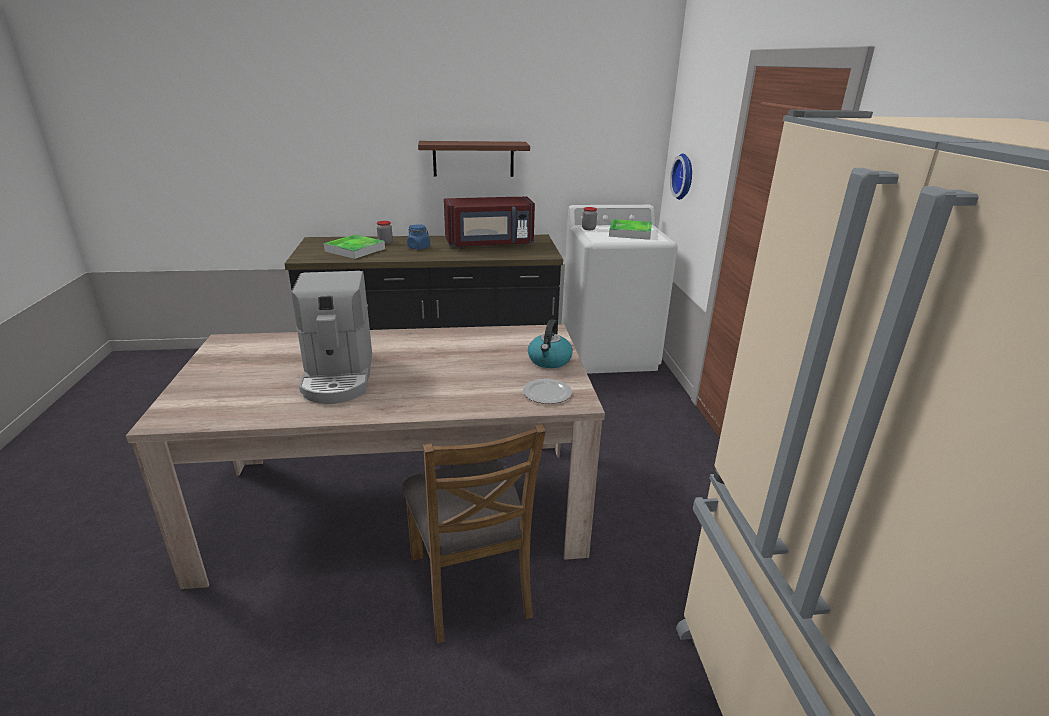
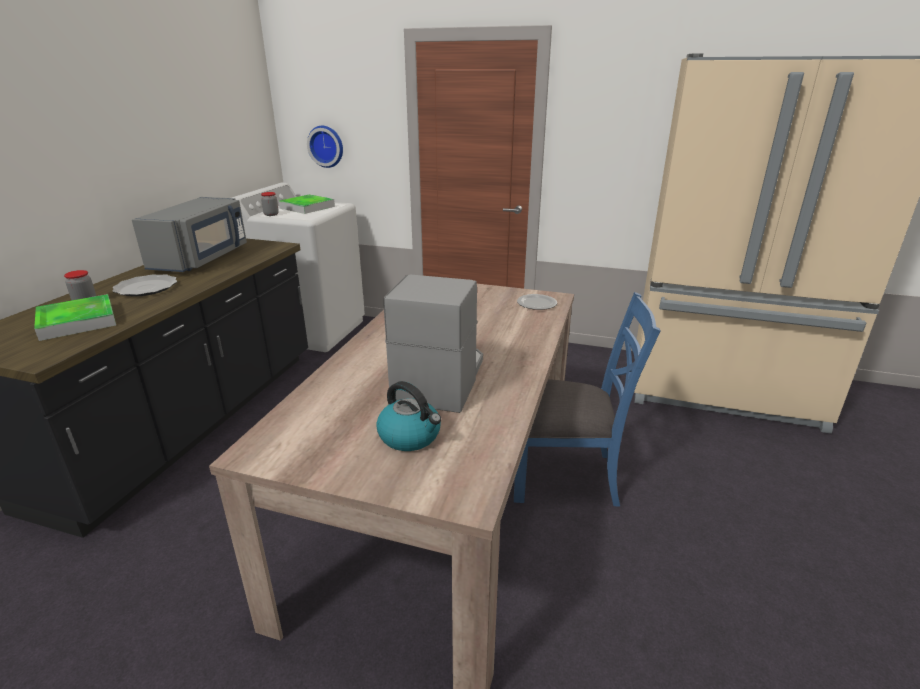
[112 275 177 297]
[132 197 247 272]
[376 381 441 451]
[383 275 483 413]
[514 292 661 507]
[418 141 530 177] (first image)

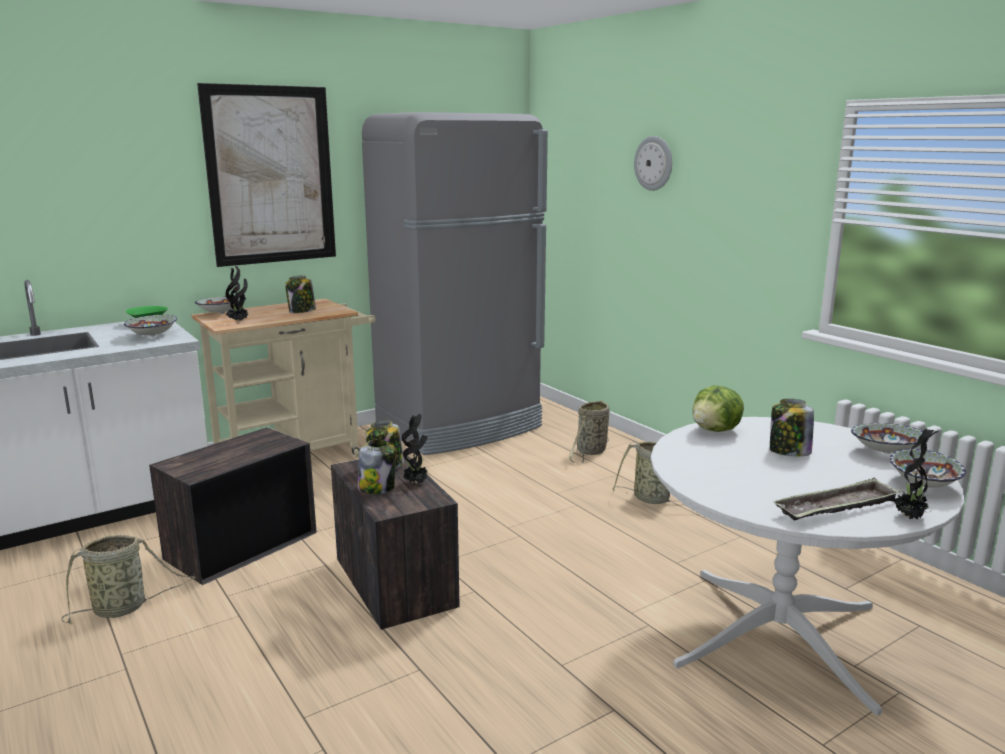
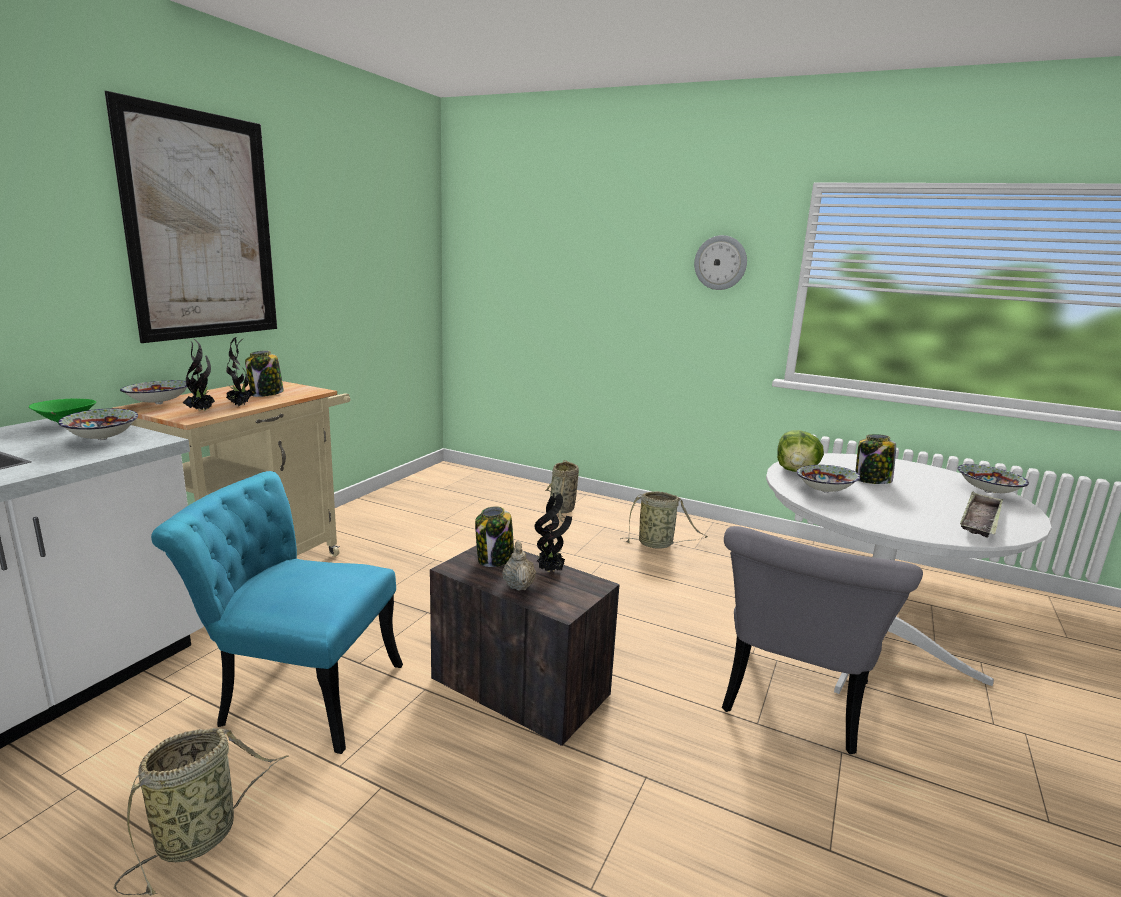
[151 471 403 754]
[226 337 254 406]
[502 541 536 591]
[694 235 747 290]
[722 526 923 754]
[797 465 860 493]
[362 112 548 455] (first image)

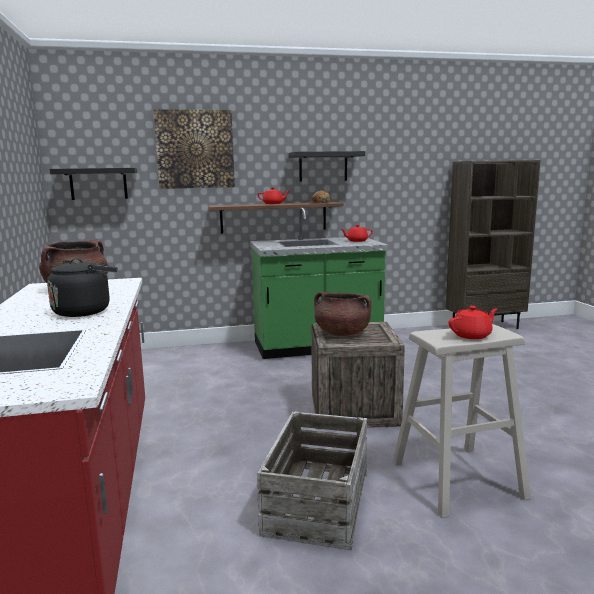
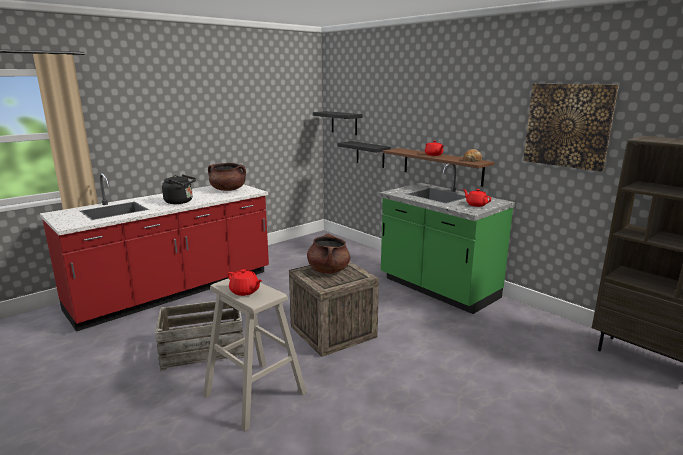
[337 141 391 168]
[523 84 619 172]

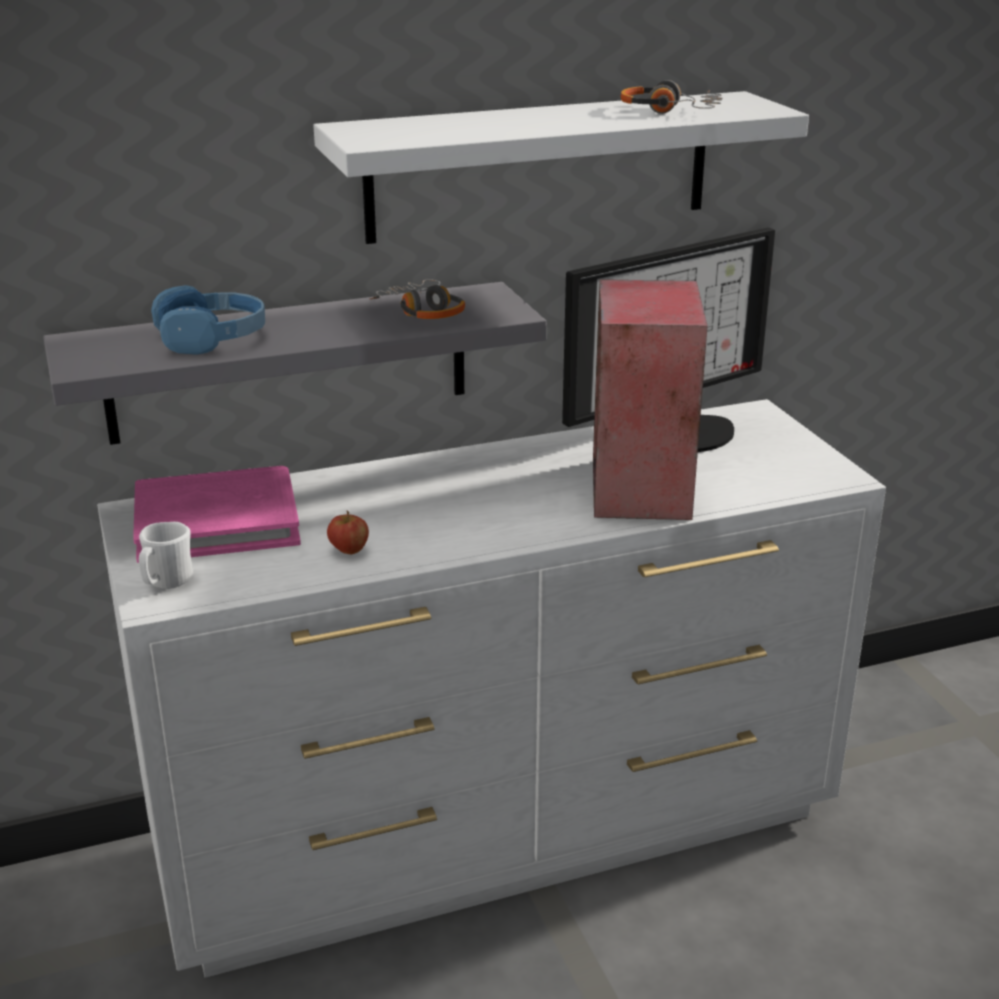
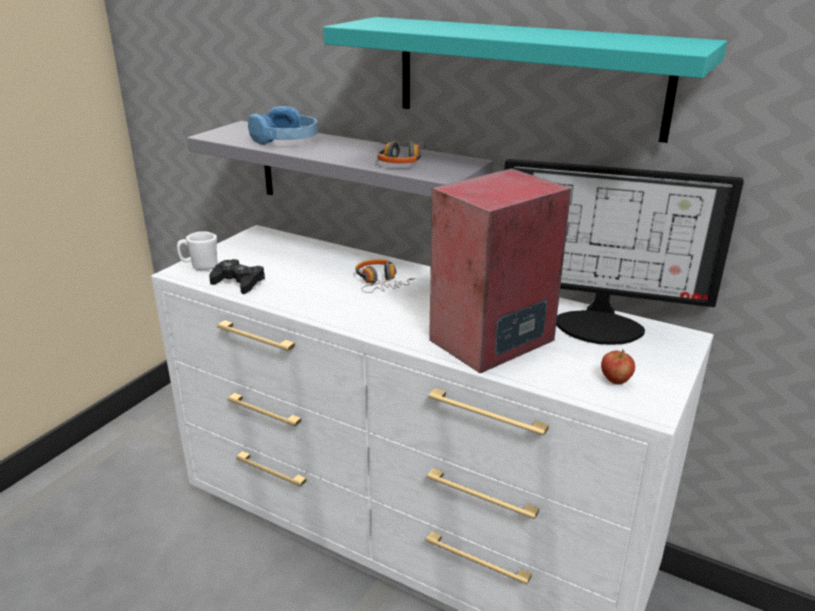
[209 259 265 294]
[323 17 727 143]
[355 259 415 293]
[601 349 635 384]
[133 466 301 563] (first image)

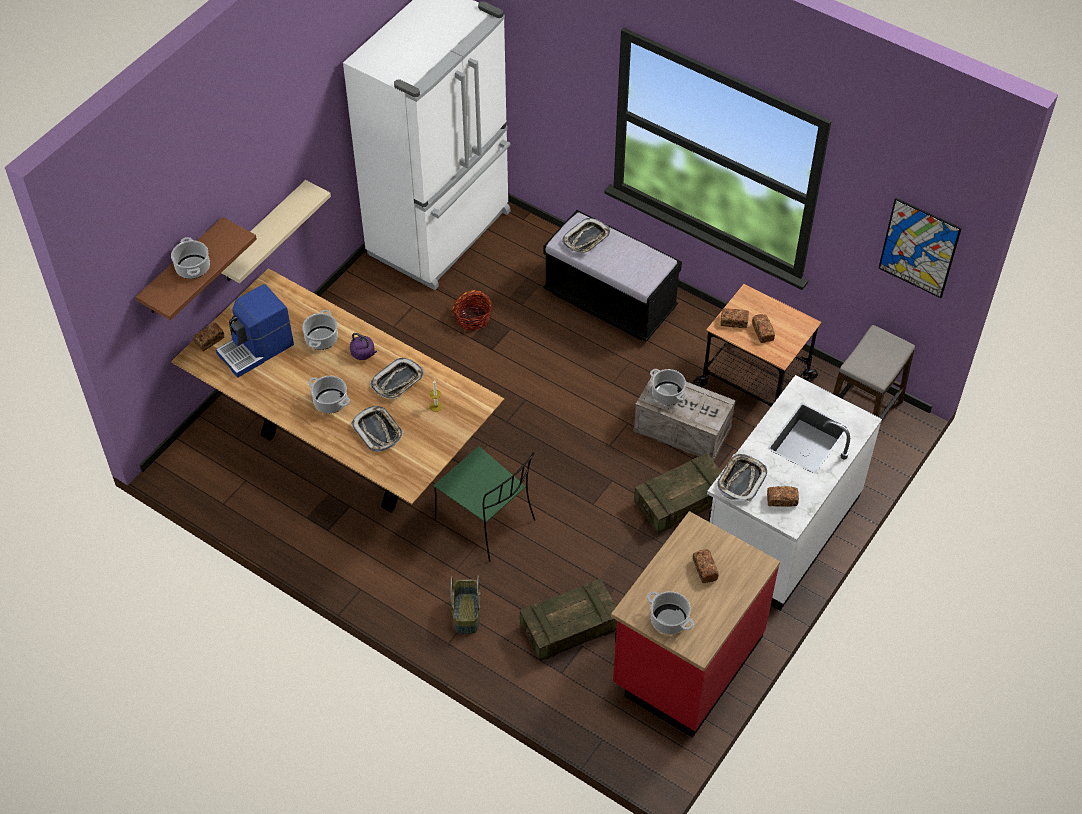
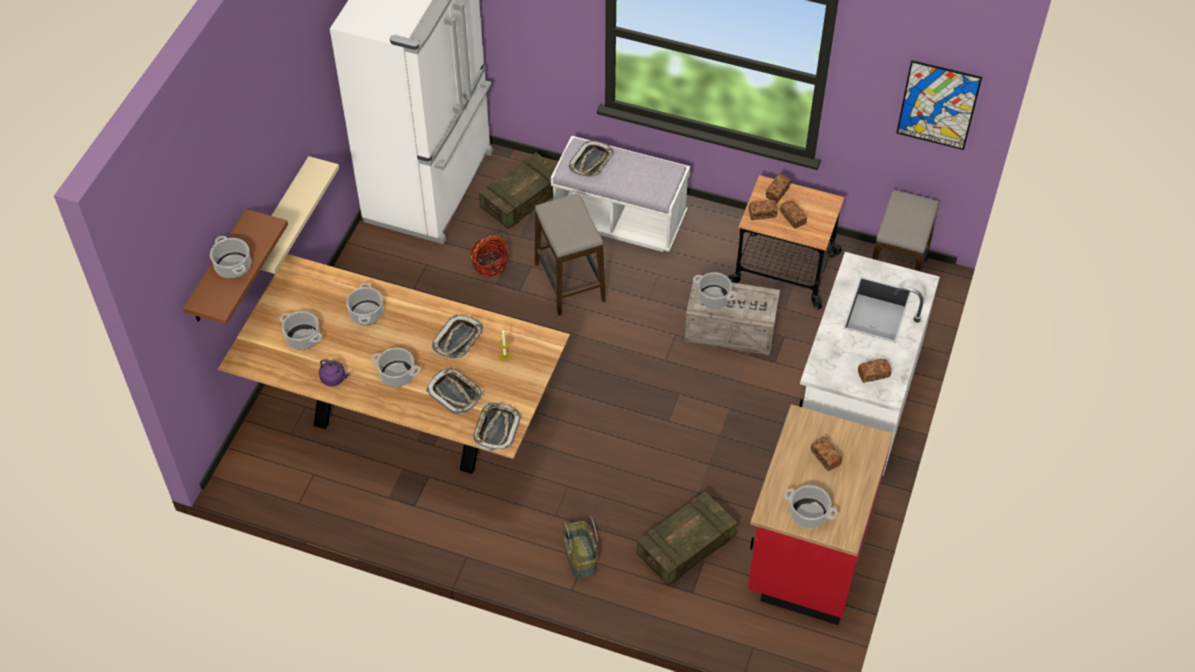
[280 311 322 350]
[319 359 350 387]
[473 402 520 451]
[479 152 555 229]
[535 194 606 315]
[551 136 690 252]
[766 174 791 203]
[434 446 535 562] (first image)

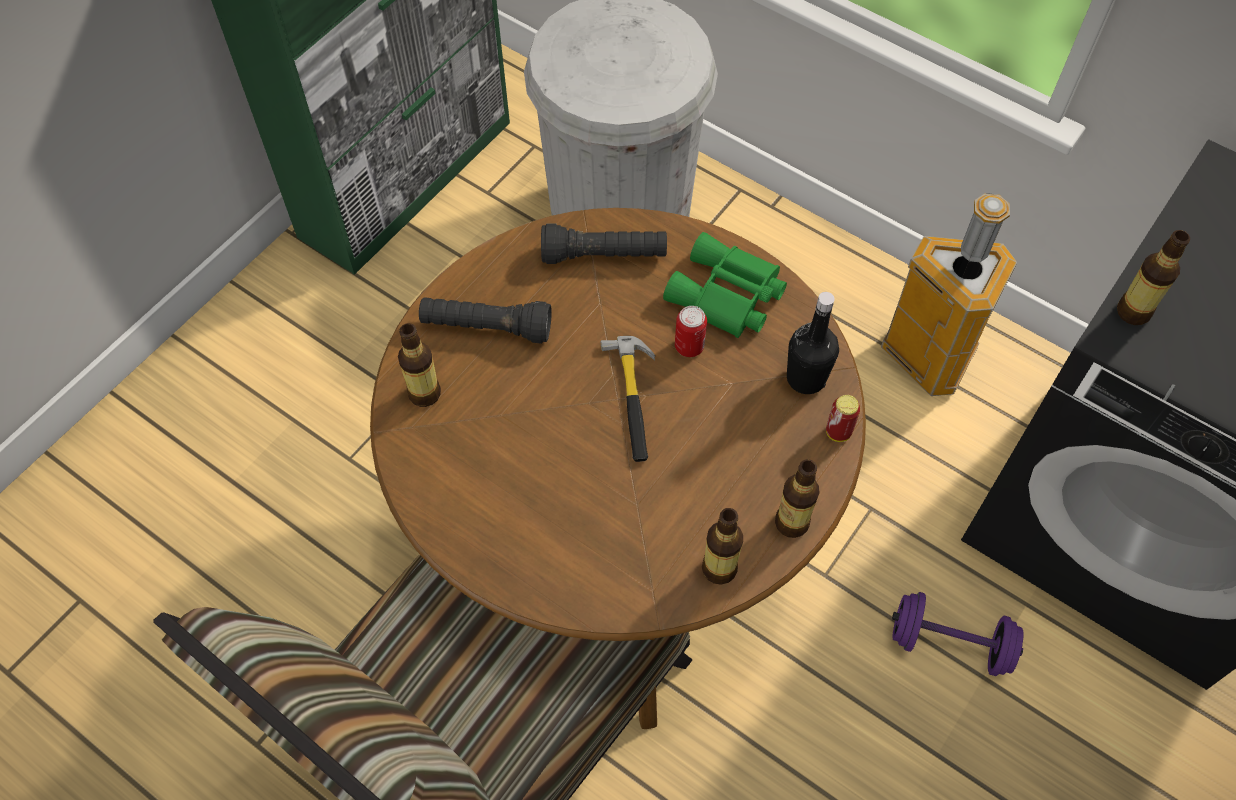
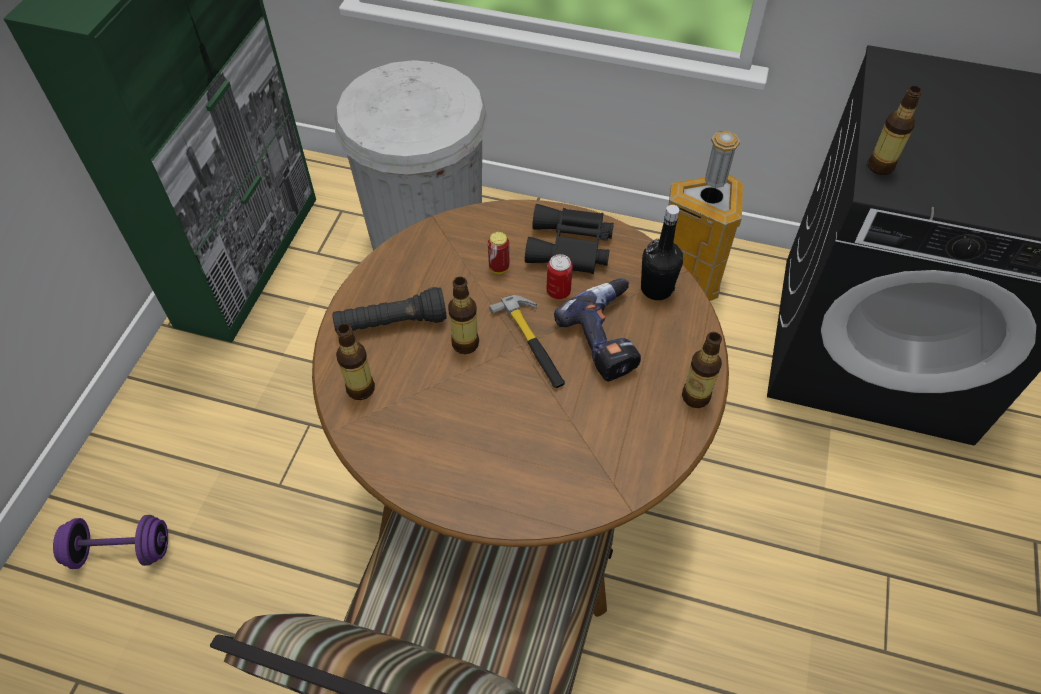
[53 515 168 569]
[448 277 479 354]
[488 232 509 274]
[525 204 614 274]
[554 278 641 382]
[541 223 667 264] (first image)

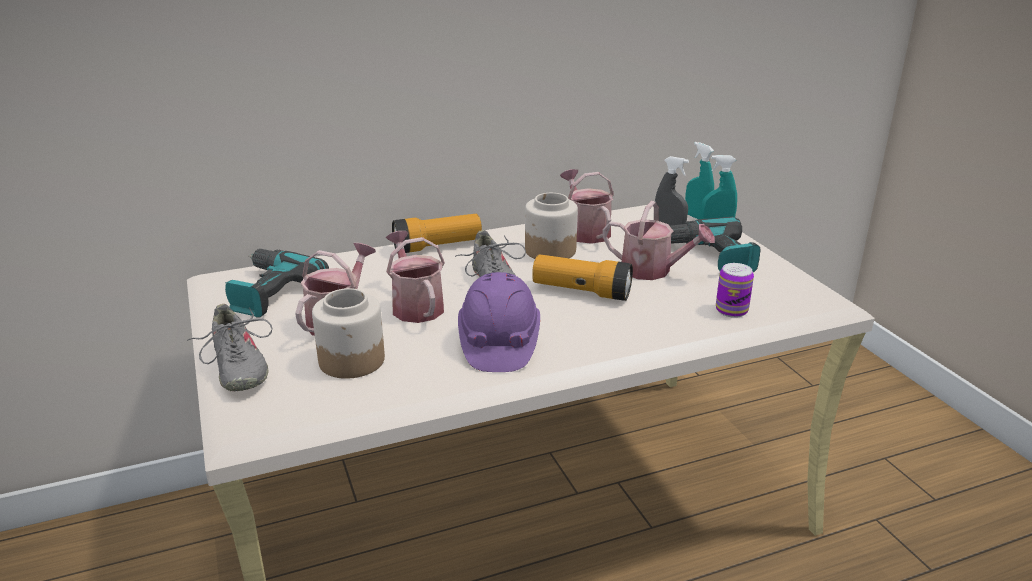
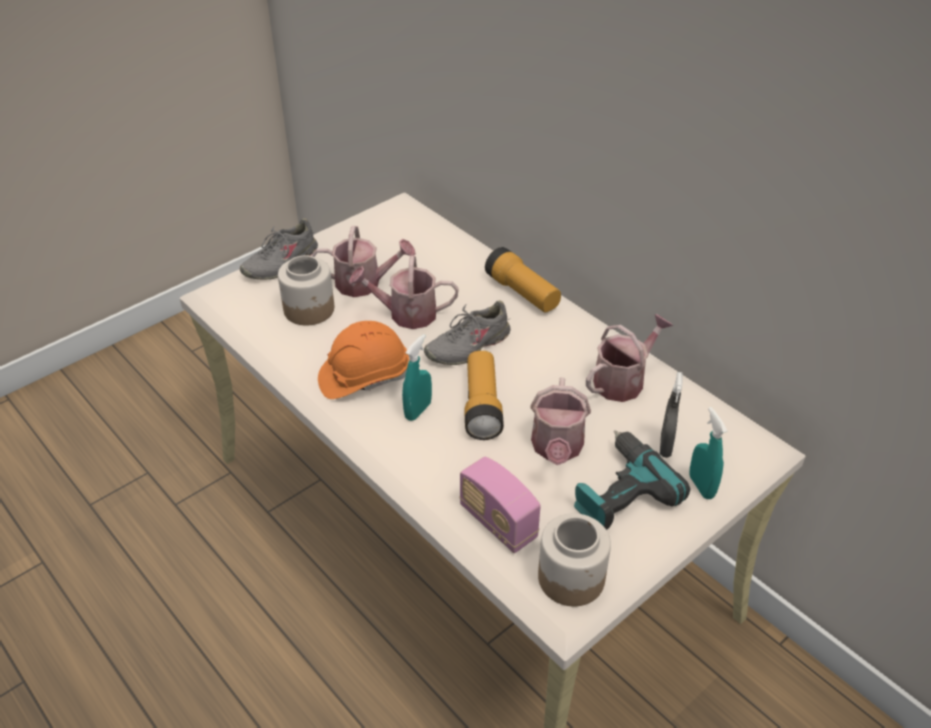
[318 321 409 399]
[349 256 459 329]
[402 334 432 421]
[459 457 541 553]
[538 513 611 606]
[225 249 329 318] (first image)

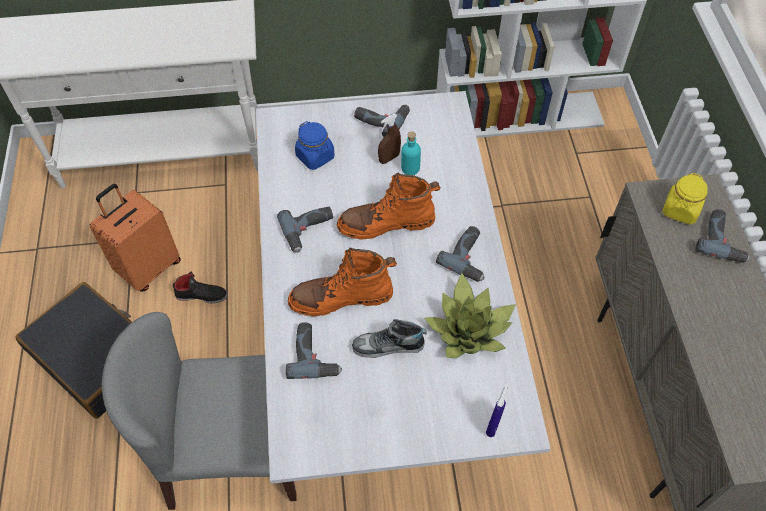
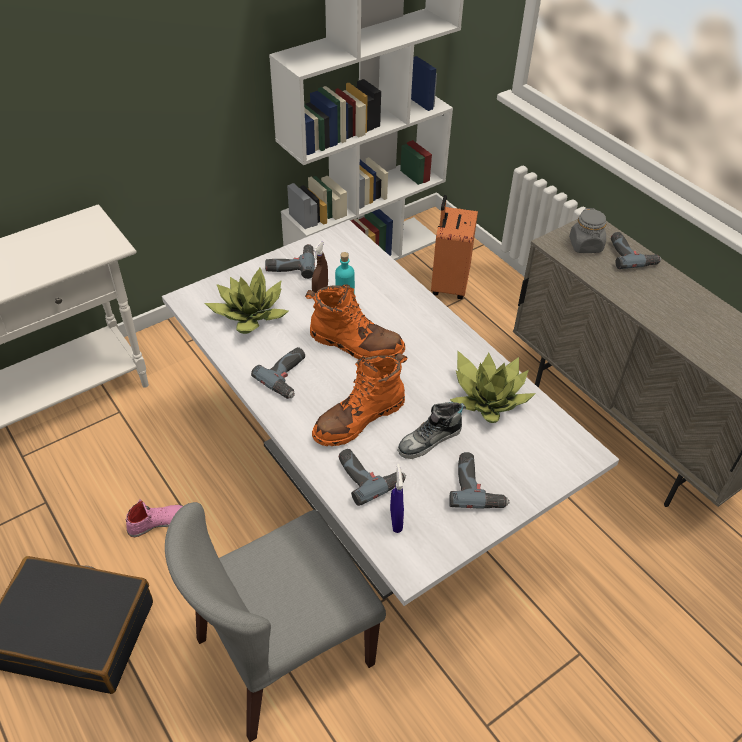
[125 499 183 537]
[205 268 289 334]
[305 284 405 359]
[390 464 404 533]
[431 195 478 299]
[449 452 510 509]
[569 208 606 253]

